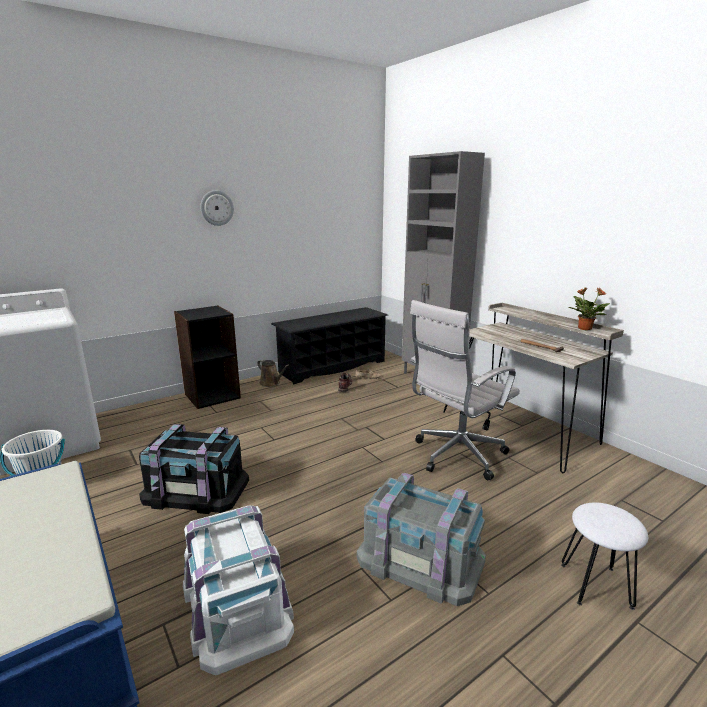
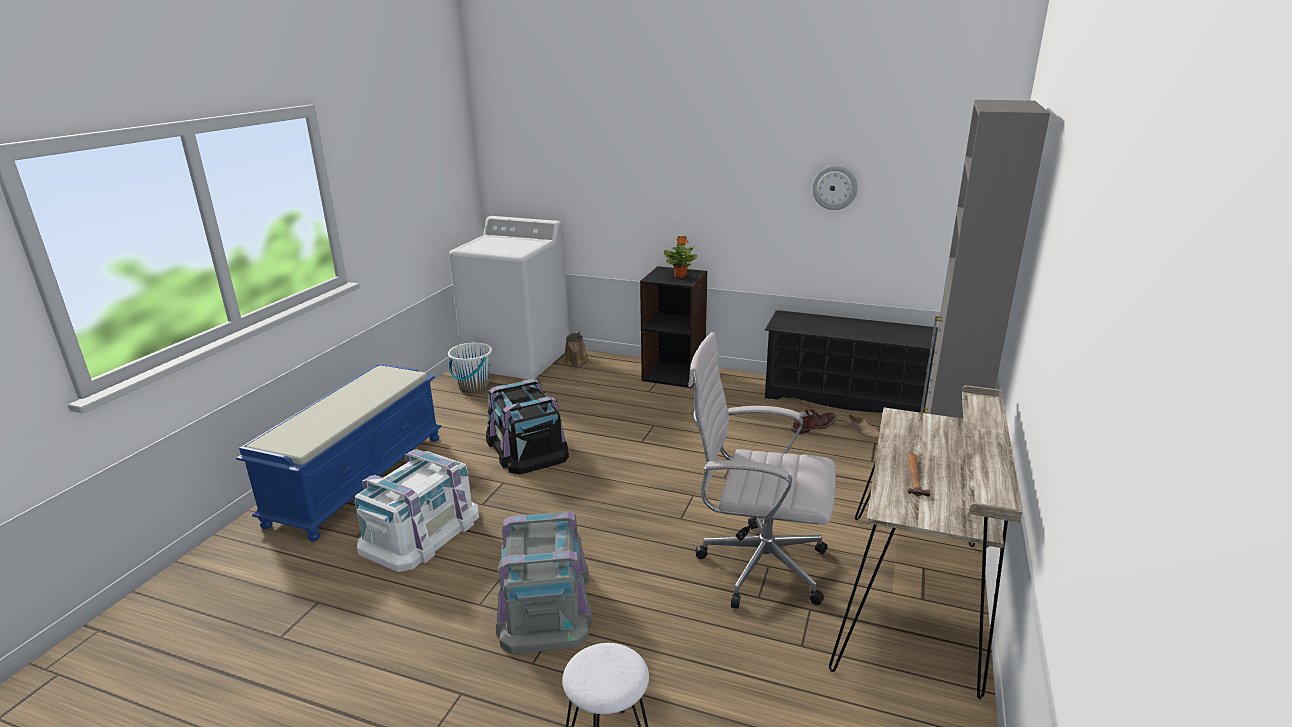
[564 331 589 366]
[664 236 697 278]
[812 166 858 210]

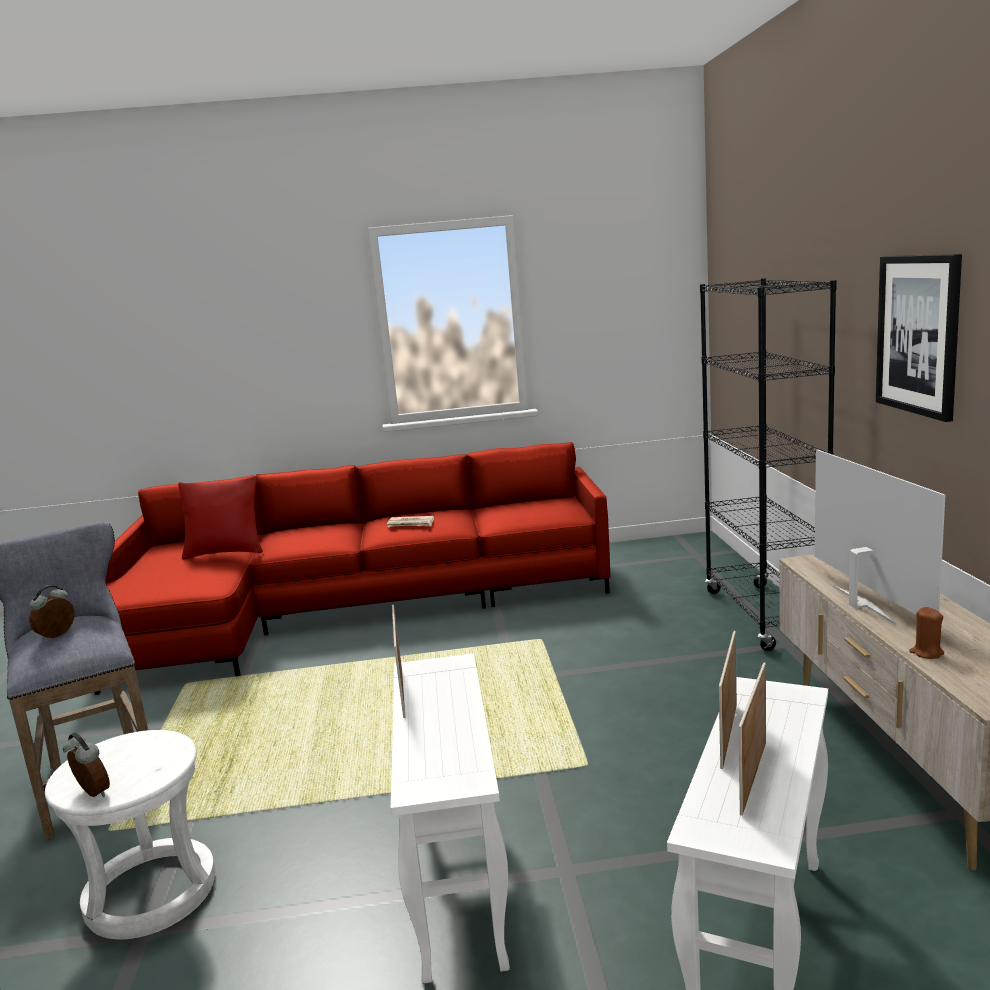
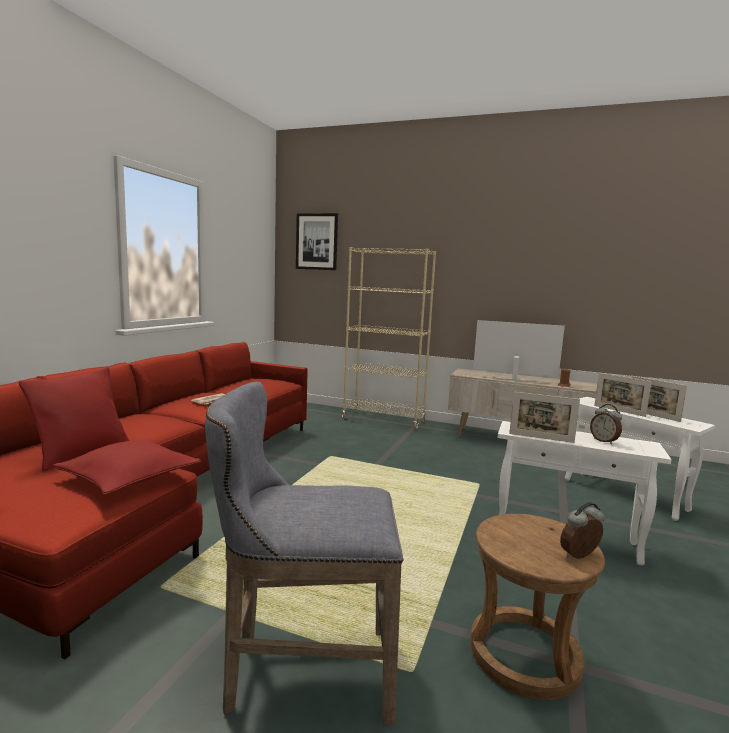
[53 439 201 495]
[296 213 338 270]
[342 247 436 429]
[470 514 605 700]
[590 404 622 444]

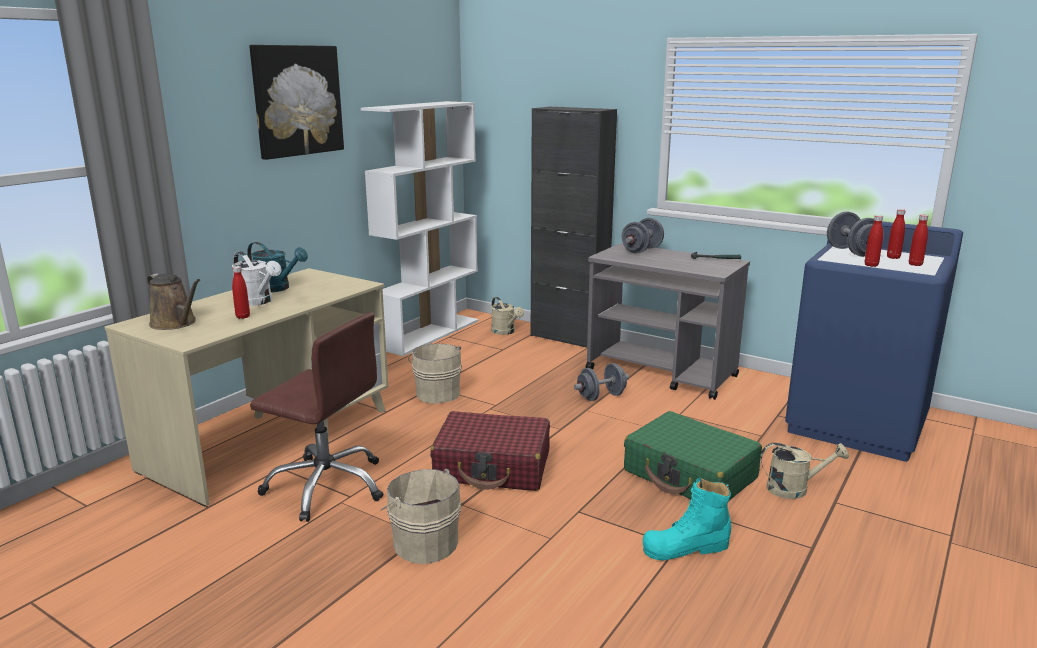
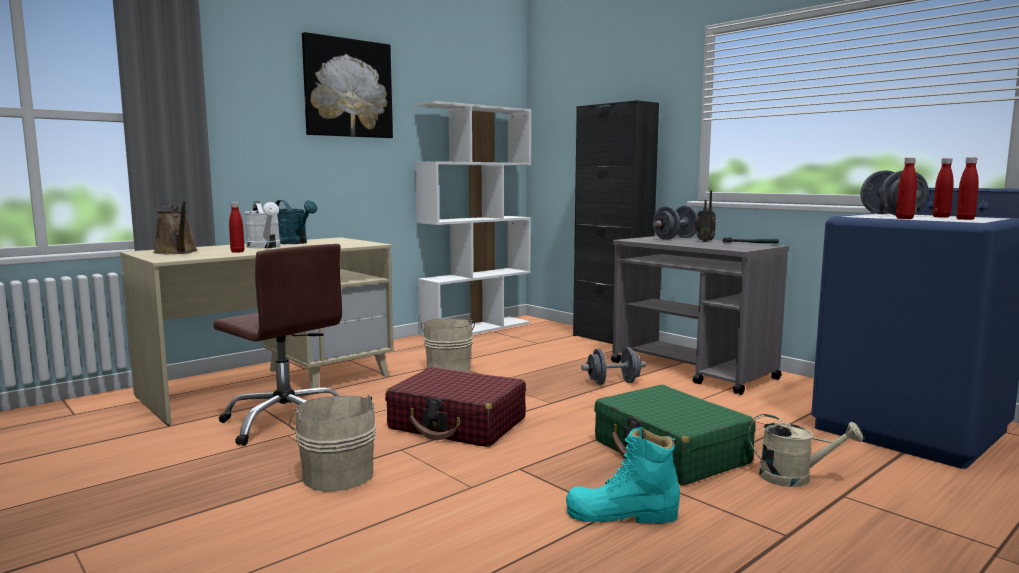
[695 190 716 242]
[491 297 524 335] (first image)

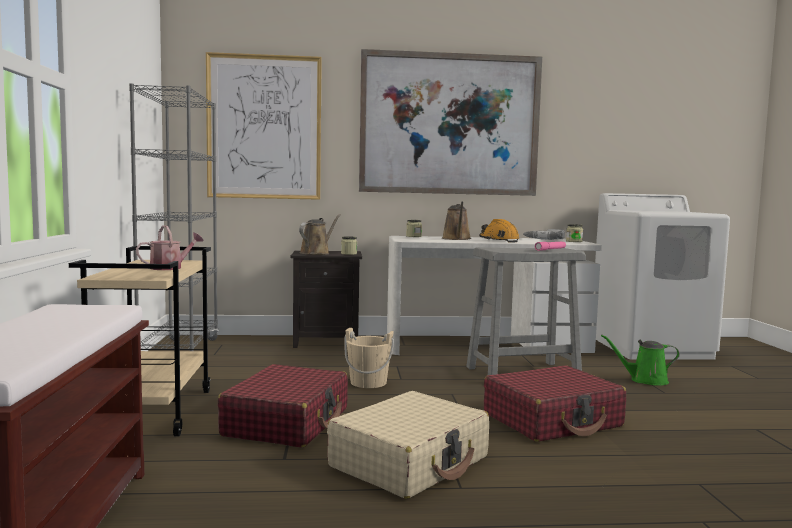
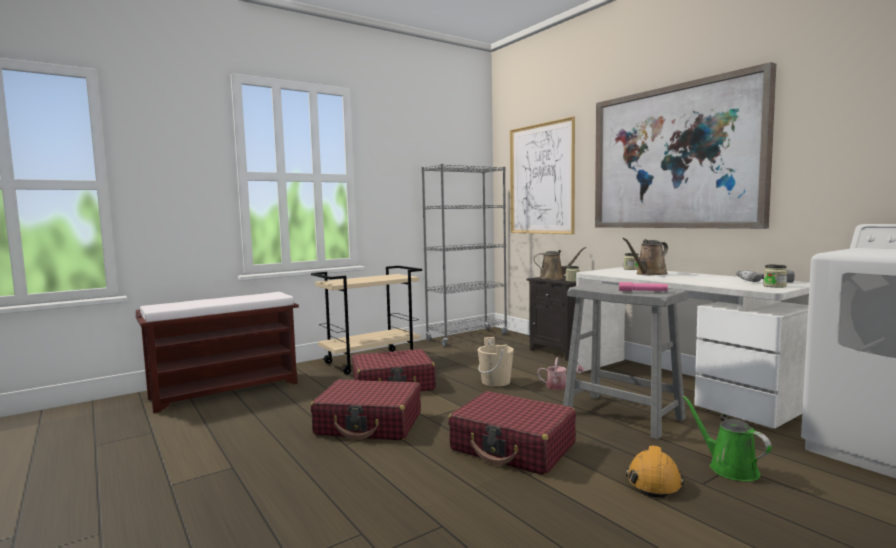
[310 379 421 440]
[537 358 585 390]
[626 445 684 498]

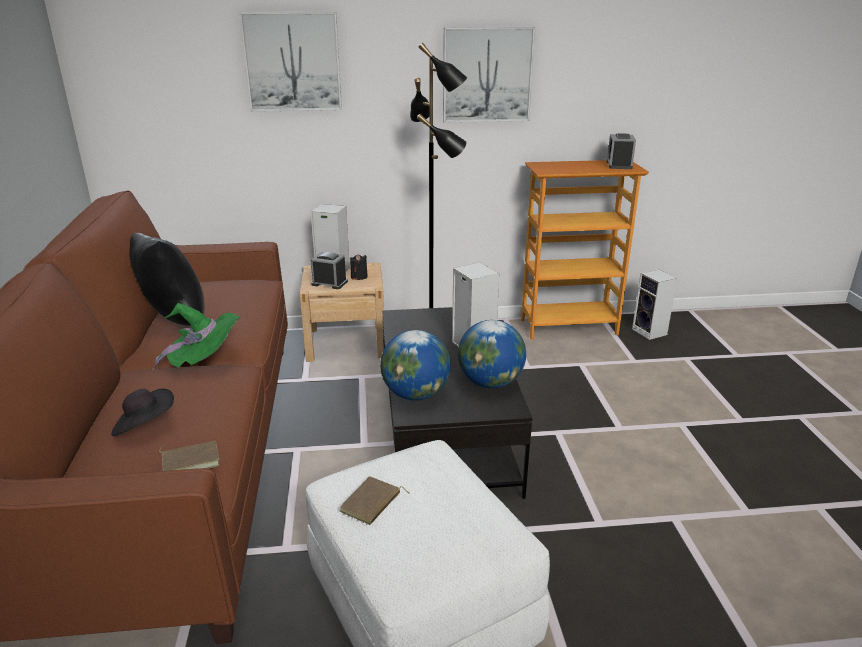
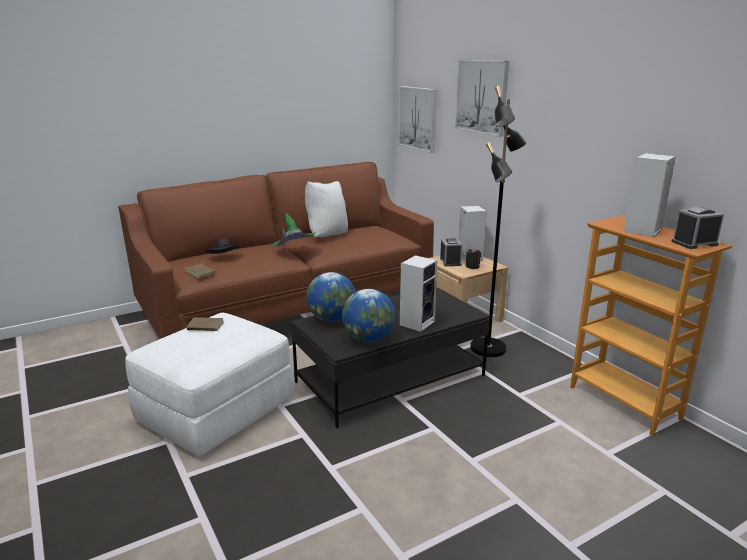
[305 181 348 237]
[398 86 437 153]
[624 153 676 237]

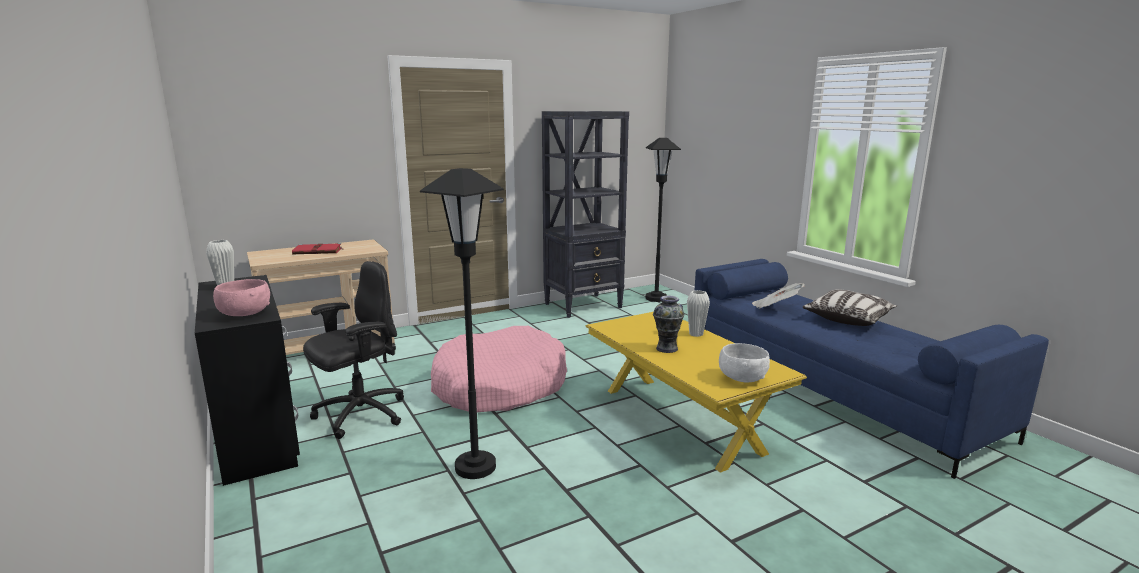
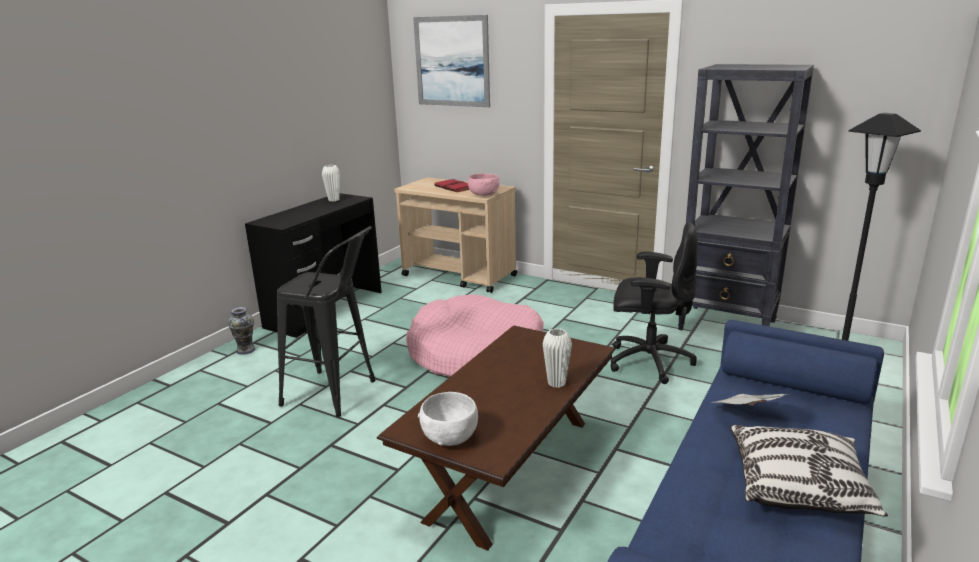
[228 307 255 355]
[277 226 375 417]
[377 325 616 551]
[413 15 490 107]
[468 173 499 196]
[610 222 698 384]

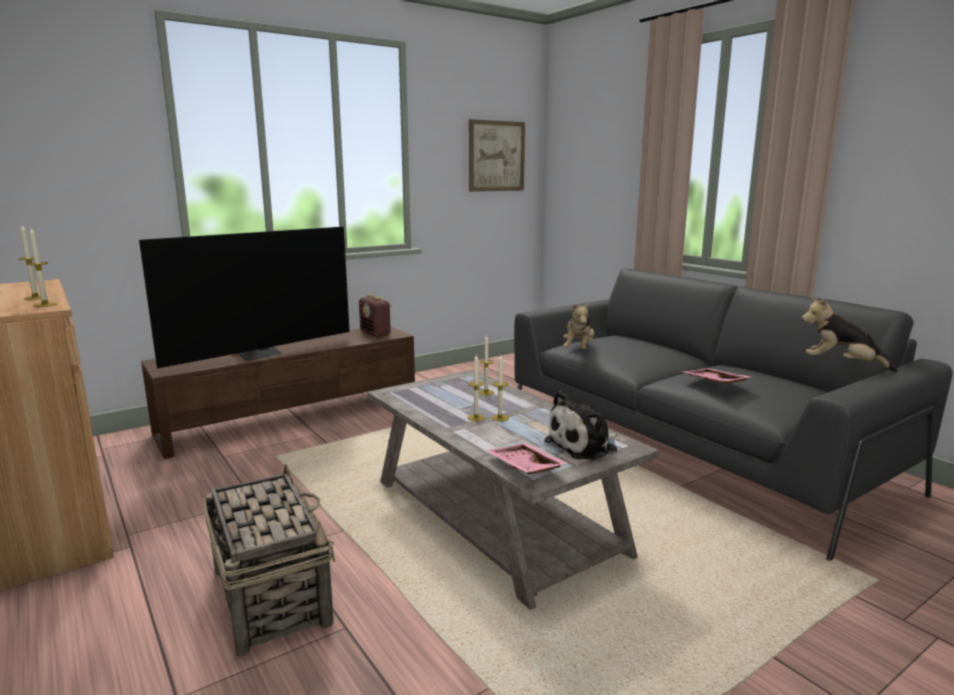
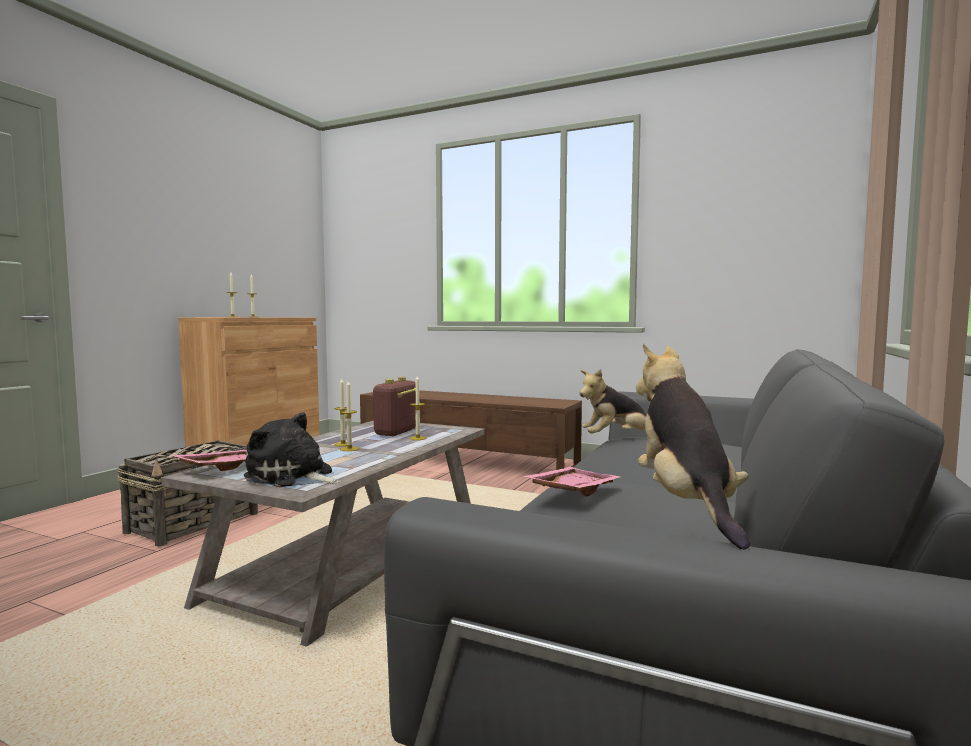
[373 377 416 436]
[139 227 350 368] (first image)
[469 119 525 192] (first image)

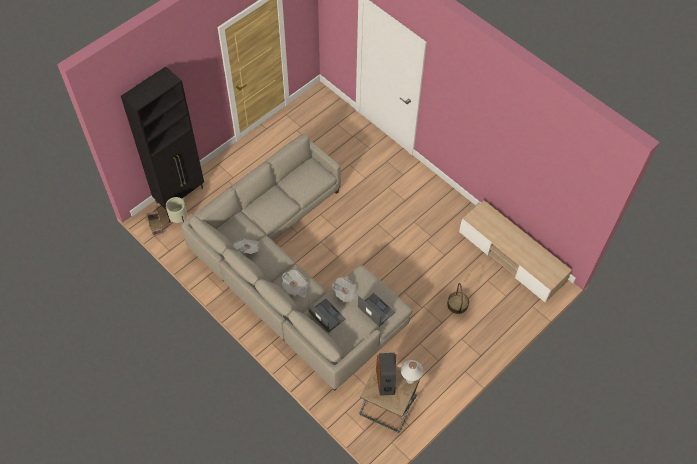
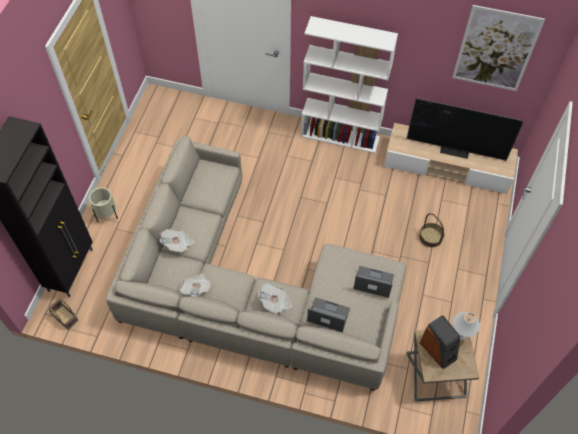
[89 187 118 222]
[159 229 195 252]
[301 16 398 153]
[407 98 524 161]
[452 5 545 91]

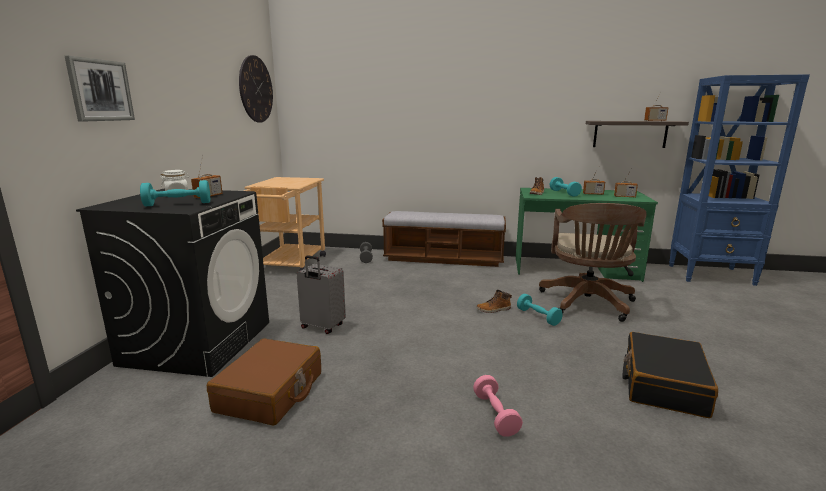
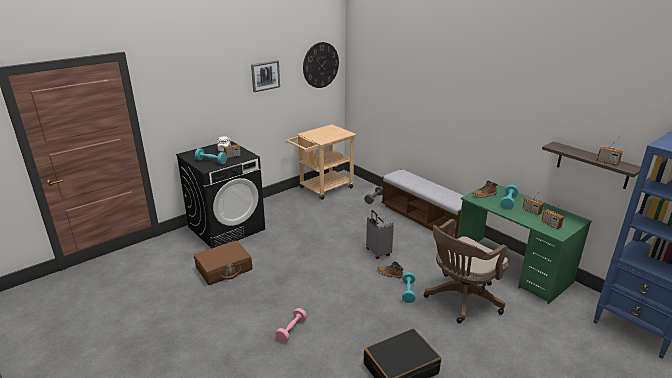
[251 60 280 92]
[366 210 394 259]

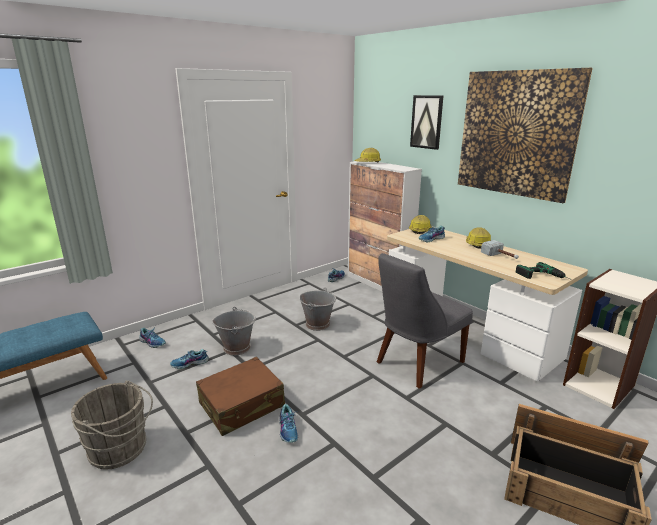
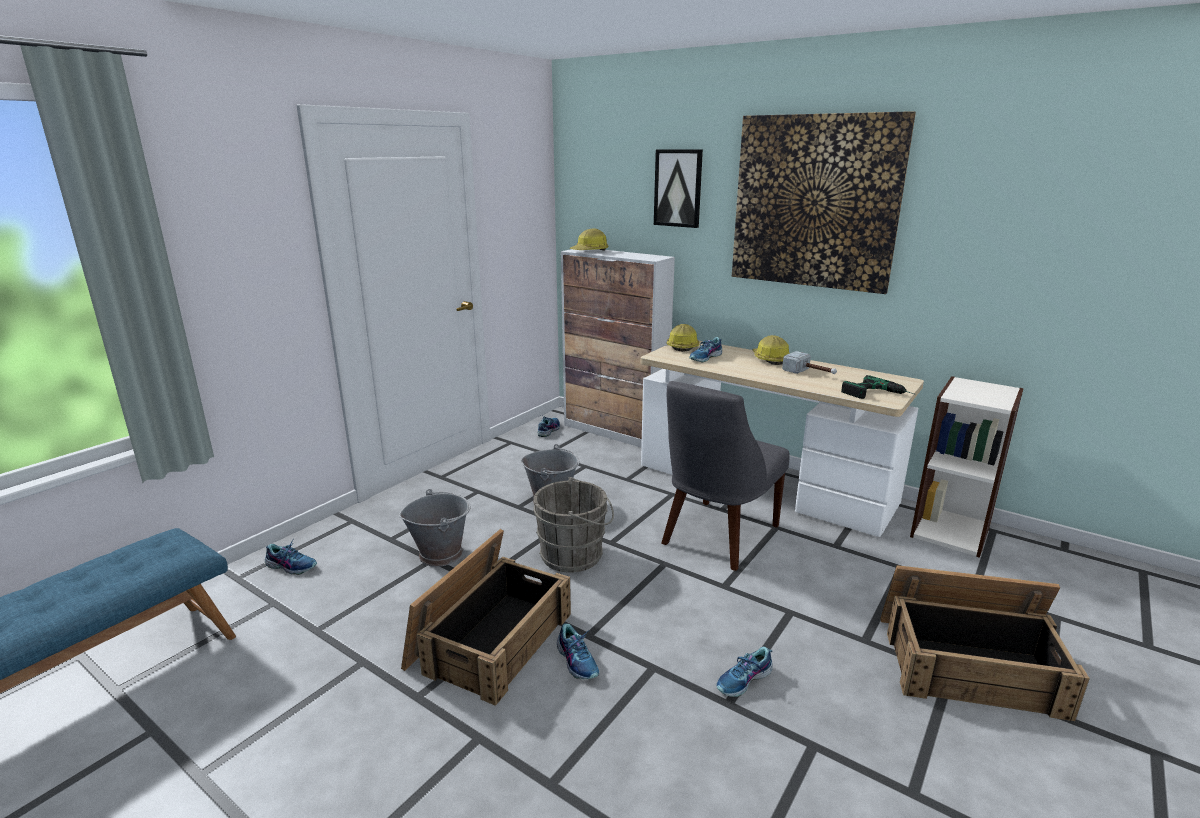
[401 529 571 706]
[533 477 614 573]
[717 647 773 697]

